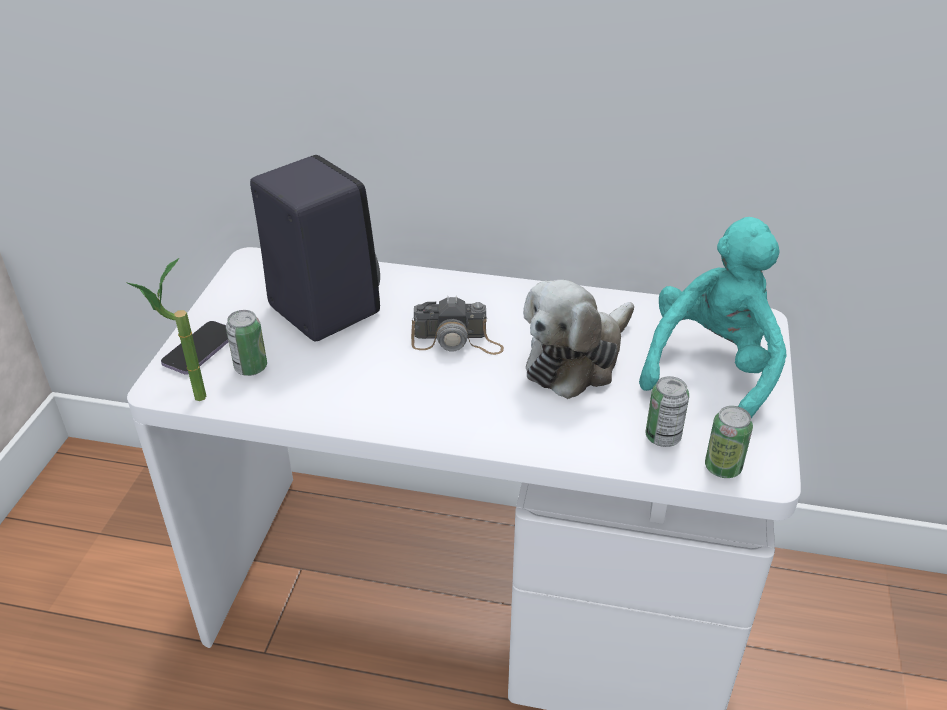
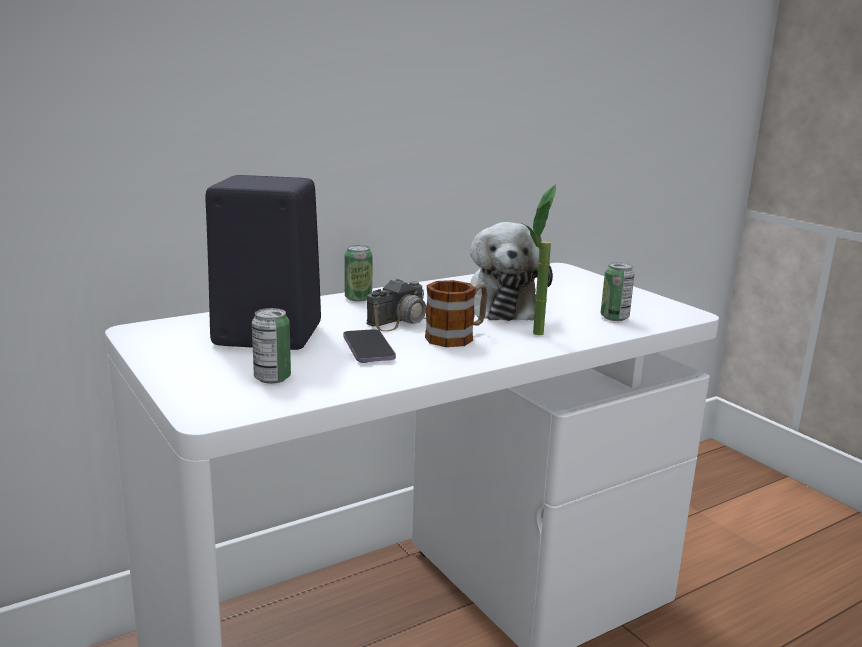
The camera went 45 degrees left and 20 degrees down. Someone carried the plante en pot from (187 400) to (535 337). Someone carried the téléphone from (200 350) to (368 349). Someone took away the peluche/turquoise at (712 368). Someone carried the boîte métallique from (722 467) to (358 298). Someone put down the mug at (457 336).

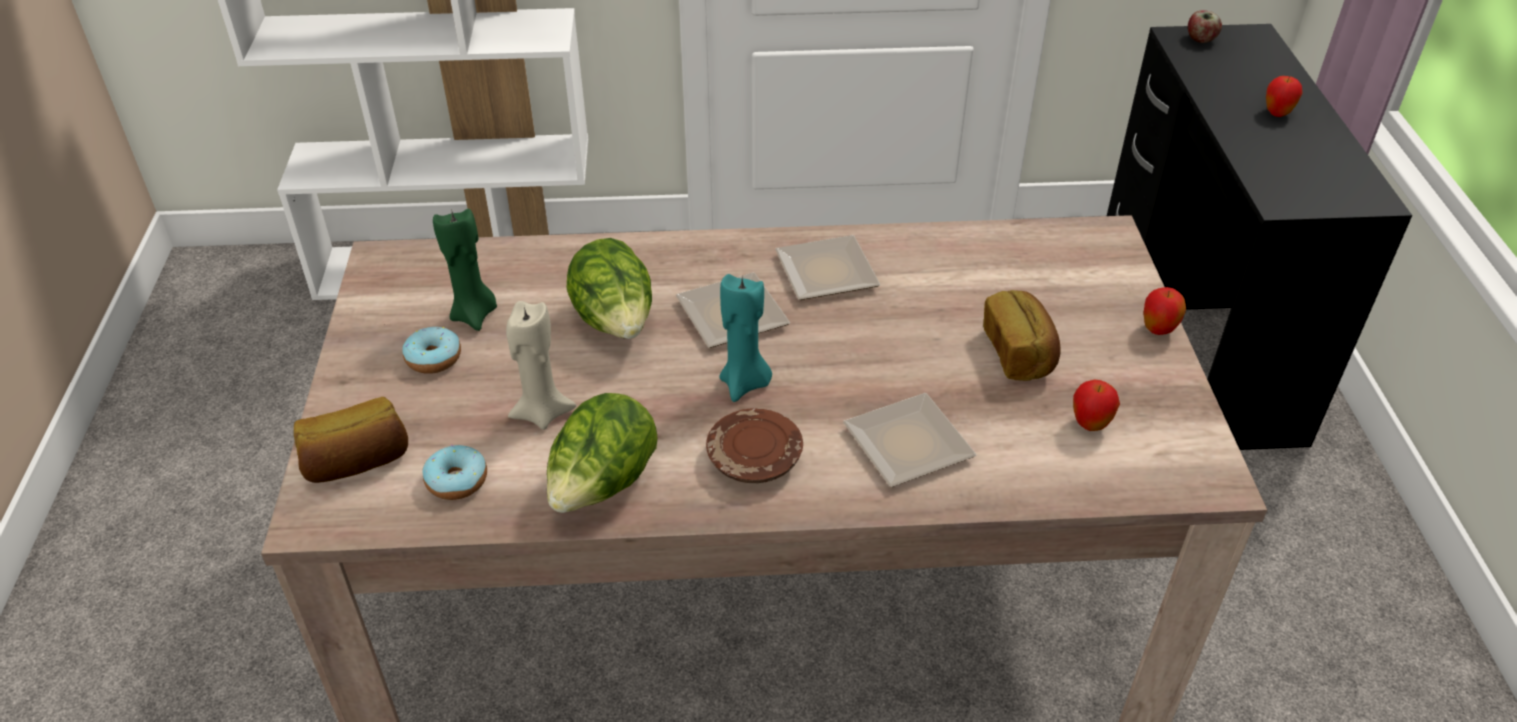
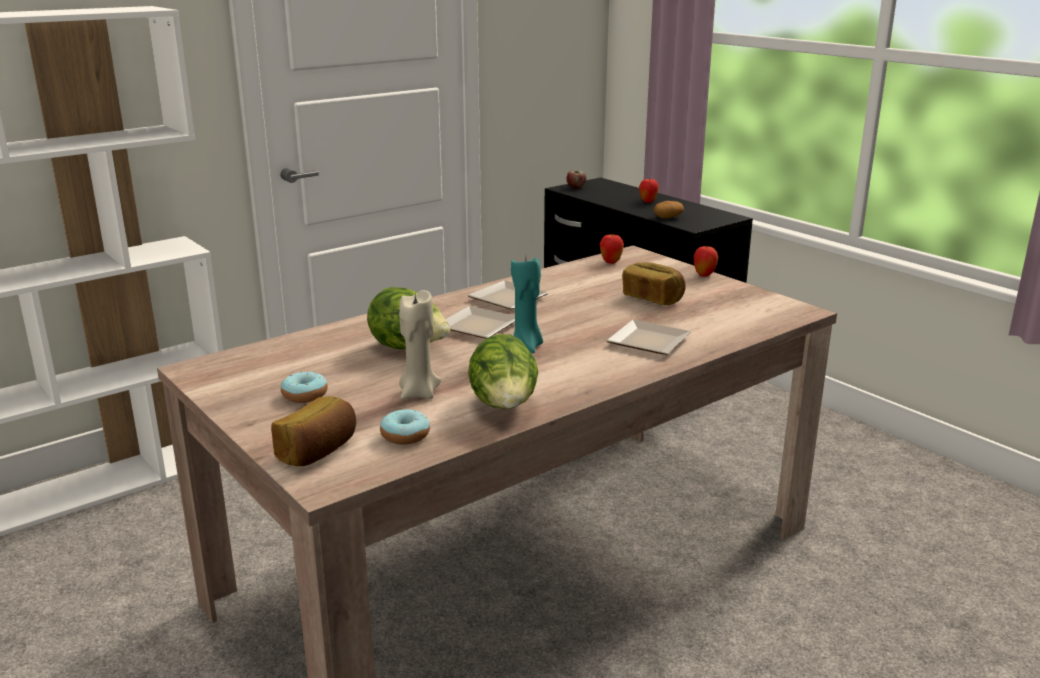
The camera went 35 degrees left and 20 degrees down. Someone took away the bougie/vert at (475 315). Someone took away the assiette/marron at (754 459). Someone carried the pomme from (1090 425) to (611 262). Someone put down the pomme de terre at (668 217).

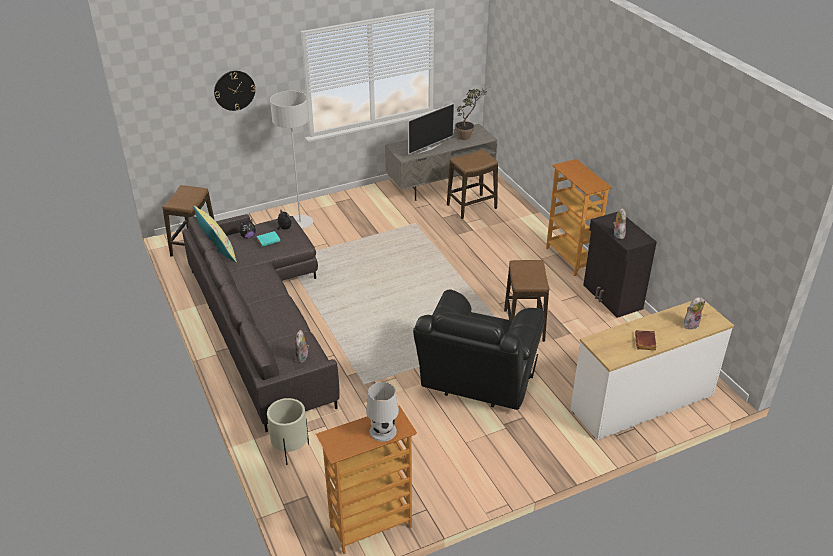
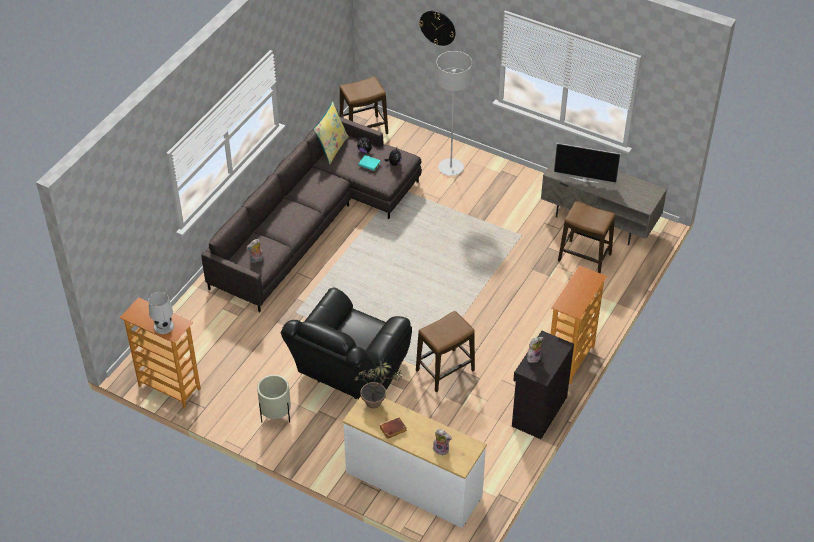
The camera went 55 degrees right and 10 degrees up. Someone carried the cache-pot/beige from (290 450) to (276 415). Someone rotated the fauteuil/noir at (476 384) by 45 degrees counterclockwise. Someone carried the plante en pot from (468 136) to (378 404).

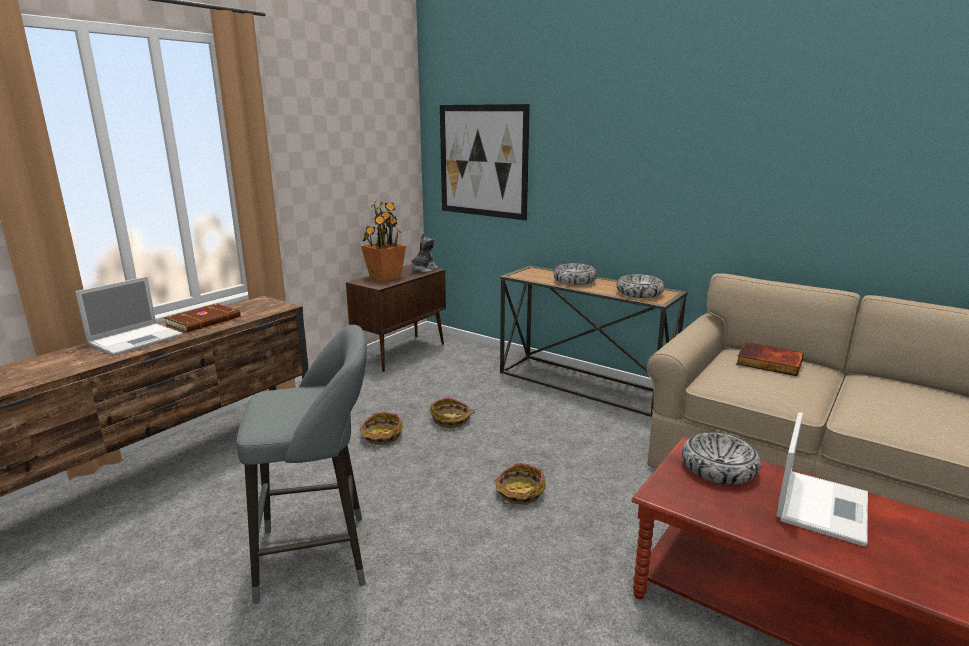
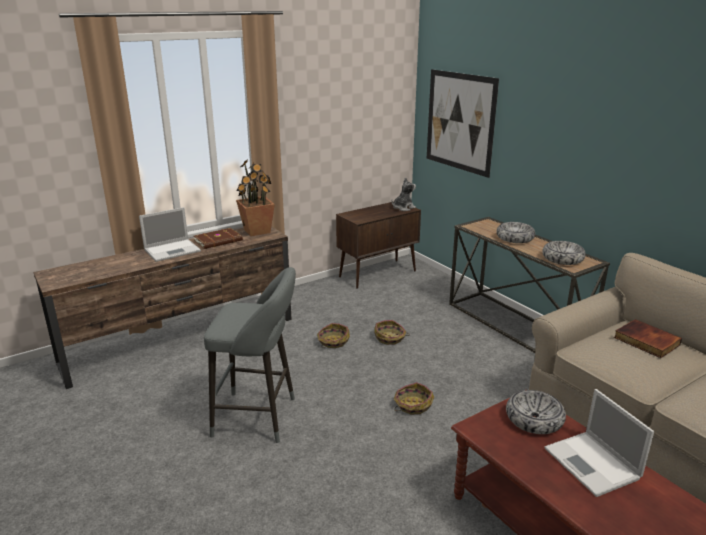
The camera went 20 degrees right and 5 degrees up. Someone carried the plante en pot from (385 277) to (257 231). Someone rotated the ordinateur portable at (821 505) by 105 degrees clockwise.

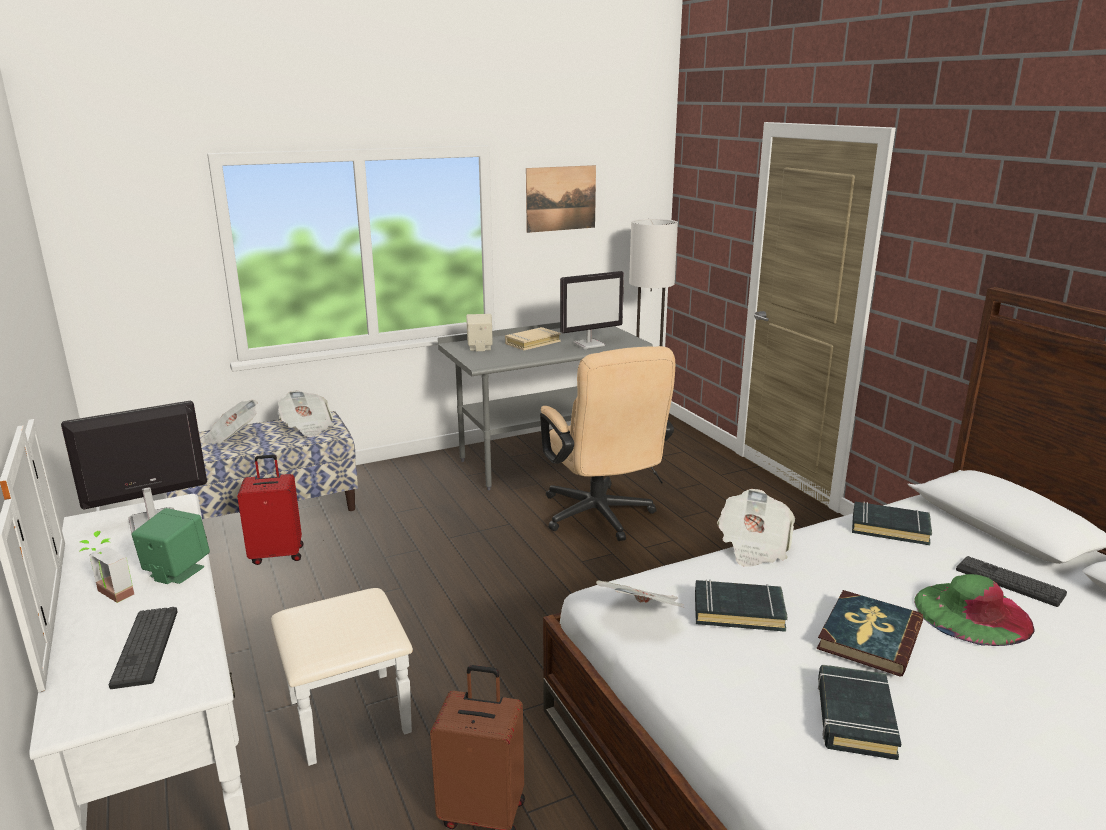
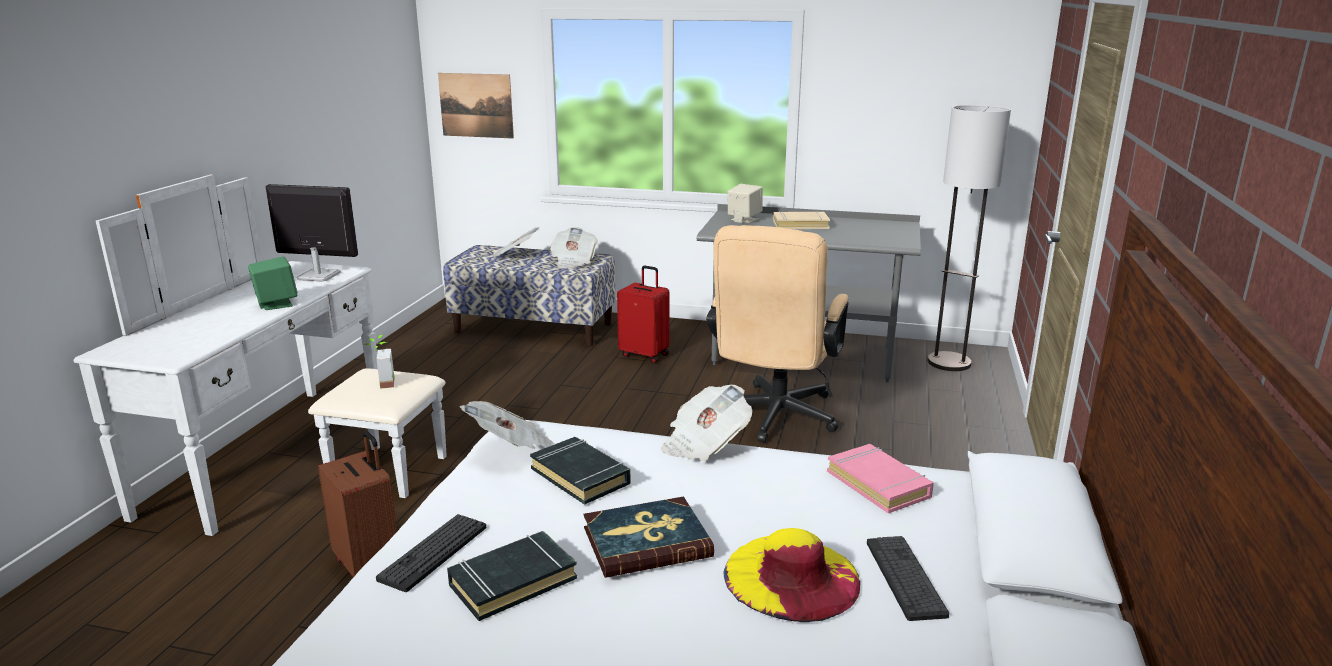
The camera went 40 degrees right and 0 degrees up. Someone carried the plante en pot from (108 596) to (381 383). Someone carried the clavier from (145 647) to (433 552). Someone carried the valise/rouge from (277 554) to (645 355). Someone carried the tableau from (561 198) to (476 105). Someone took away the écran d'ordinateur at (589 344). Someone repainted the livre/noir at (889 528), which became the livre/rose at (878 484). Someone repainted the chapeau/vert at (972 613), which became the chapeau/jaune at (791 576).

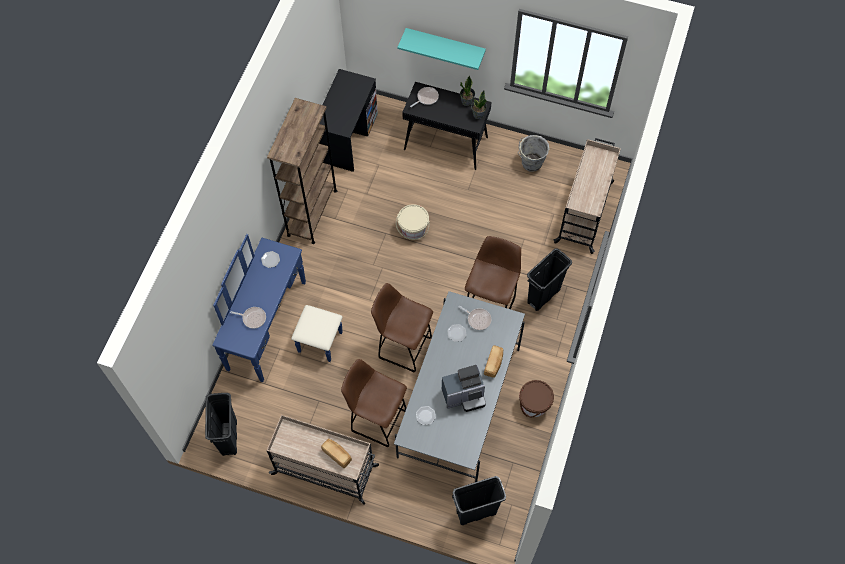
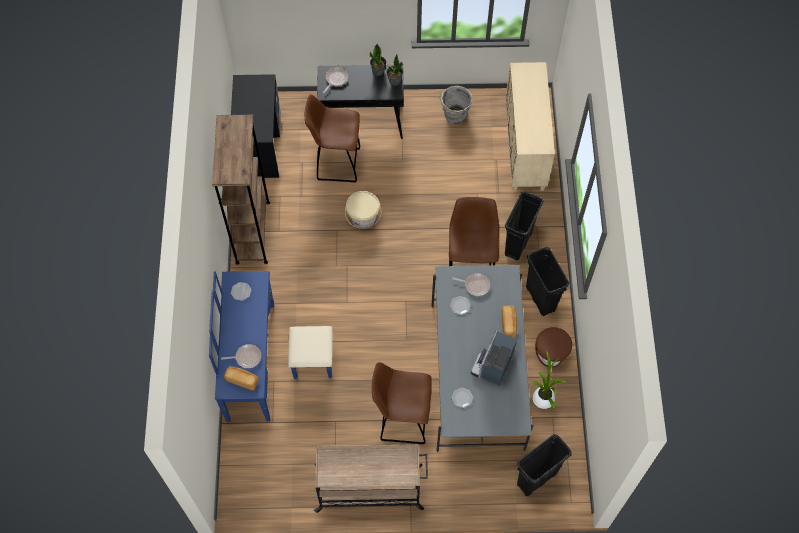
The camera went 20 degrees left and 0 degrees up. Someone carried the poubelle/noir from (229 437) to (540 298). Someone carried the pain from (337 454) to (242 380). Someone carried the tabouret/marron from (403 347) to (336 164). Someone took away the étagère/turquoise at (445 44). Someone rotated the machine à café at (464 396) by 150 degrees clockwise. Someone swapped the chariot/beige at (584 211) for the meuble de rangement/beige at (525 148). Someone put down the plante en pot at (543 397).

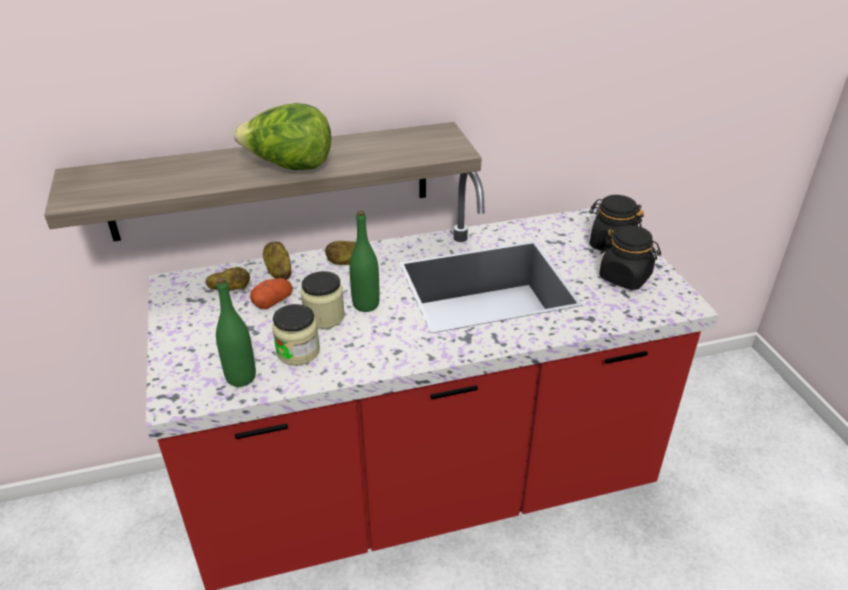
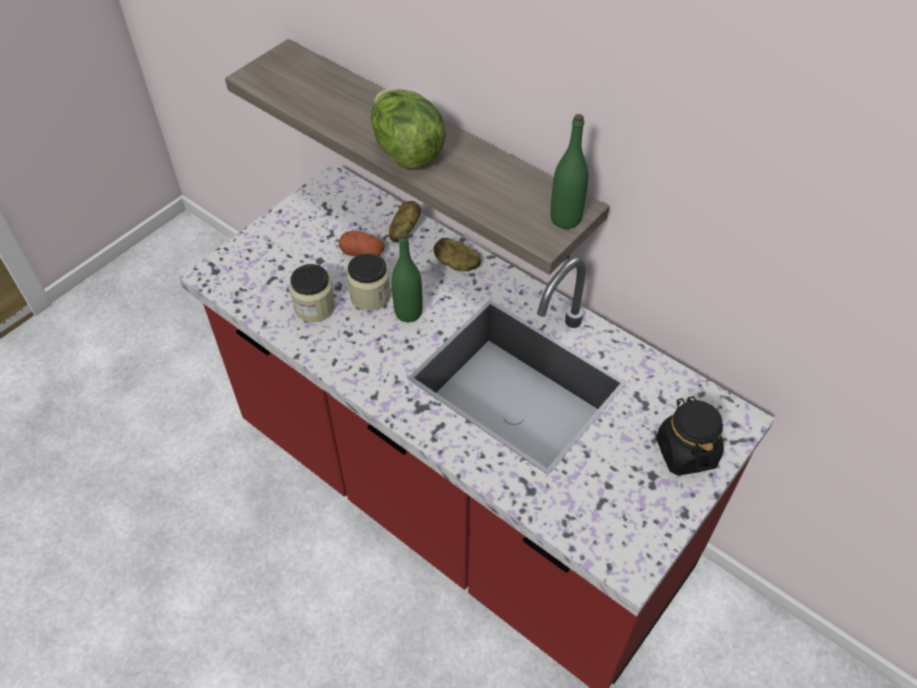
The camera went 55 degrees right and 15 degrees up. Someone took away the pomme de terre at (230 290). Someone carried the bouteille/vert from (241 377) to (565 219). Someone took away the bocal/noir at (625 277).

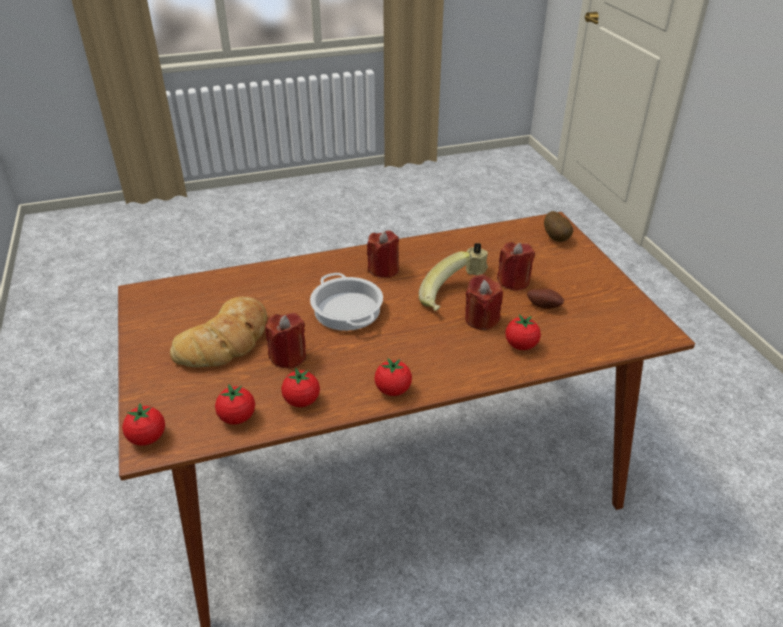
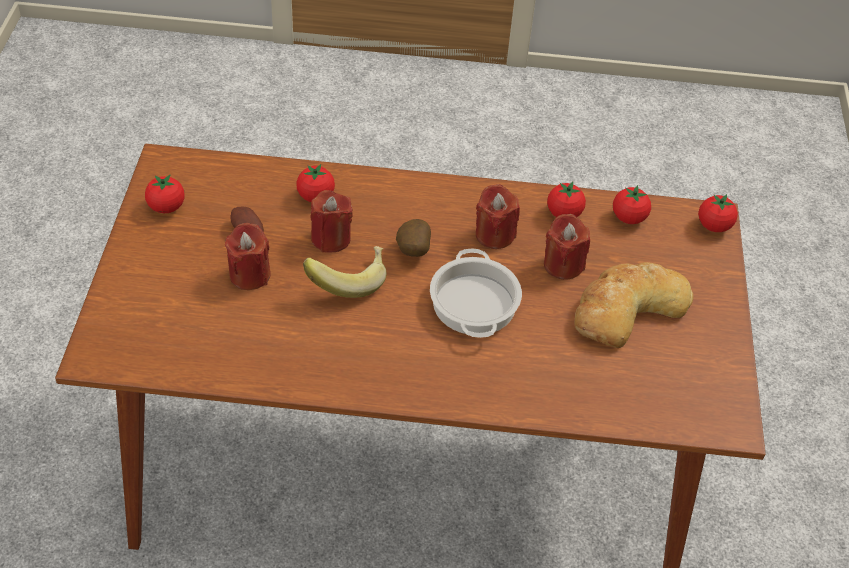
The camera went 160 degrees left and 10 degrees up. Someone carried the bougie/rouge from (383 270) to (494 235). Someone carried the tomate from (393 390) to (166 207). Someone took away the bougie/beige at (476 269). Someone carried the pomme de terre from (557 238) to (412 251).

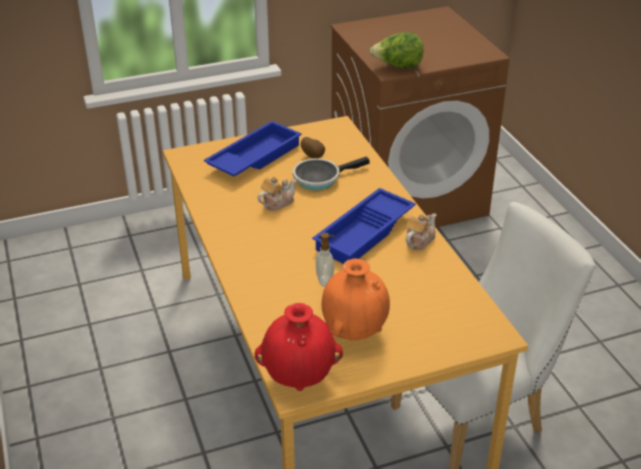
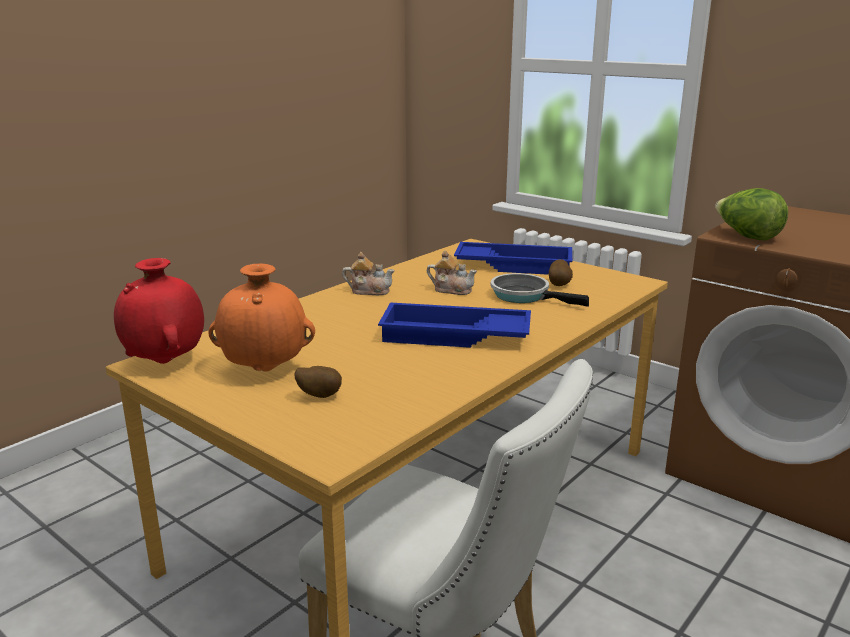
The camera went 60 degrees right and 15 degrees down. Someone took away the distributeur de savon at (325 280). Someone carried the théière from (419 240) to (369 291). Someone put down the pomme de terre at (319 396).

